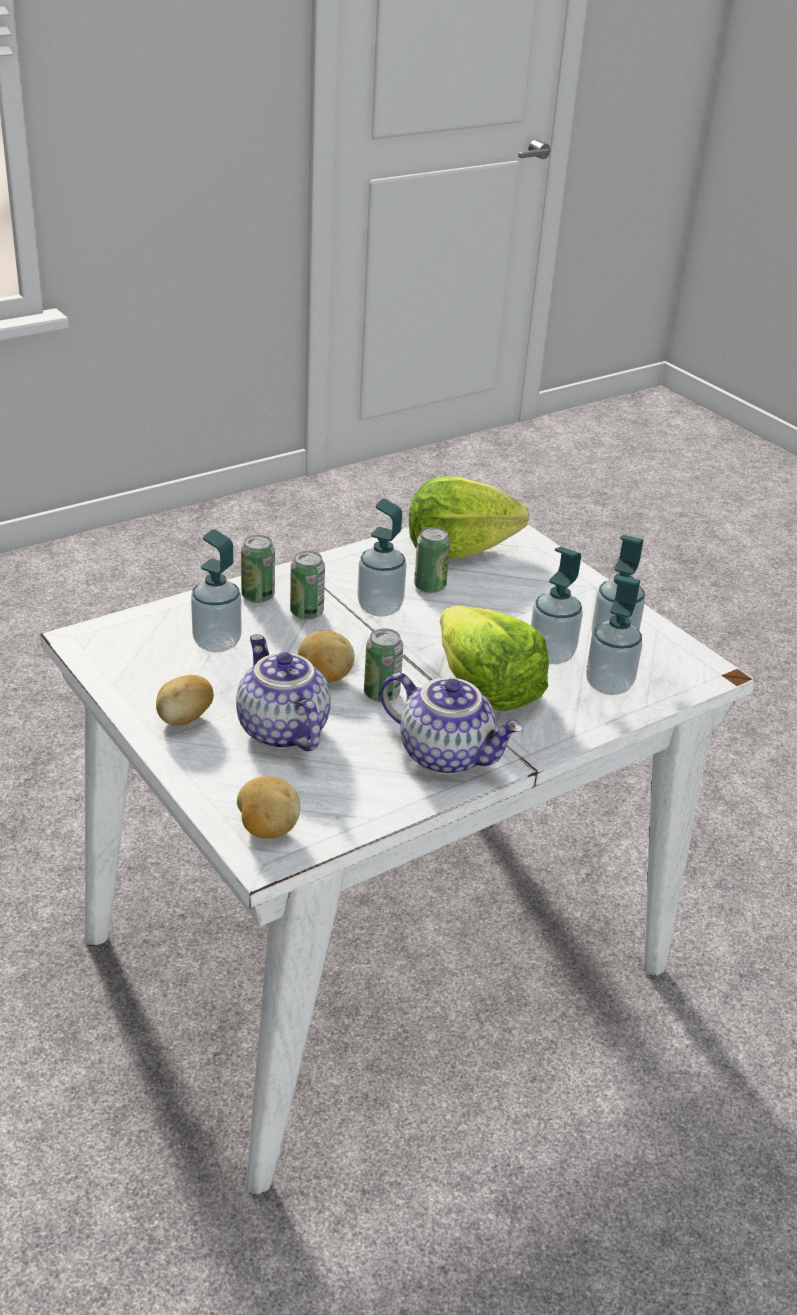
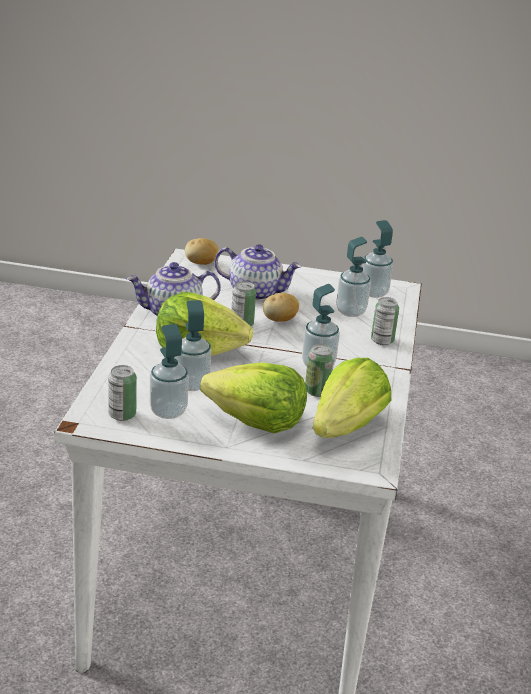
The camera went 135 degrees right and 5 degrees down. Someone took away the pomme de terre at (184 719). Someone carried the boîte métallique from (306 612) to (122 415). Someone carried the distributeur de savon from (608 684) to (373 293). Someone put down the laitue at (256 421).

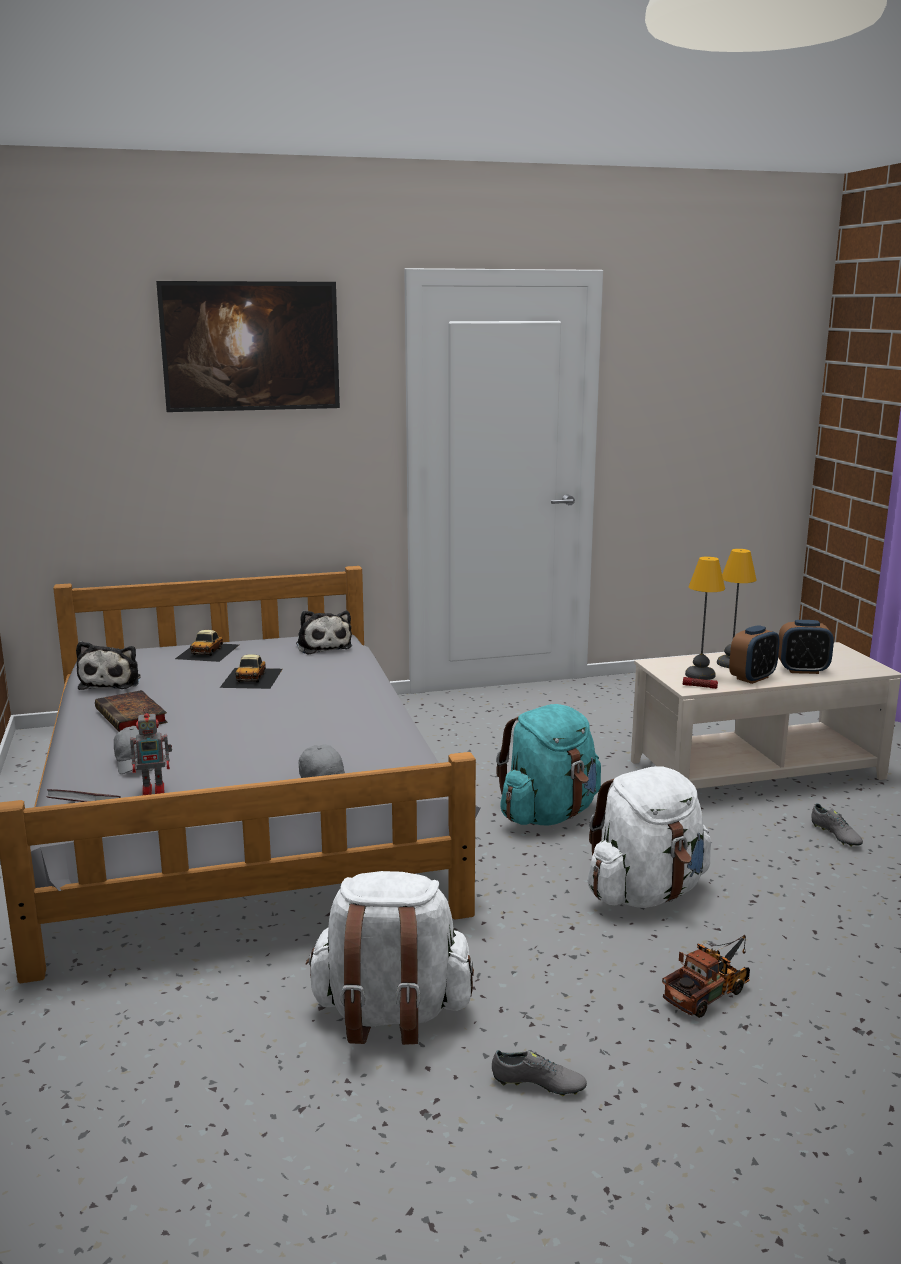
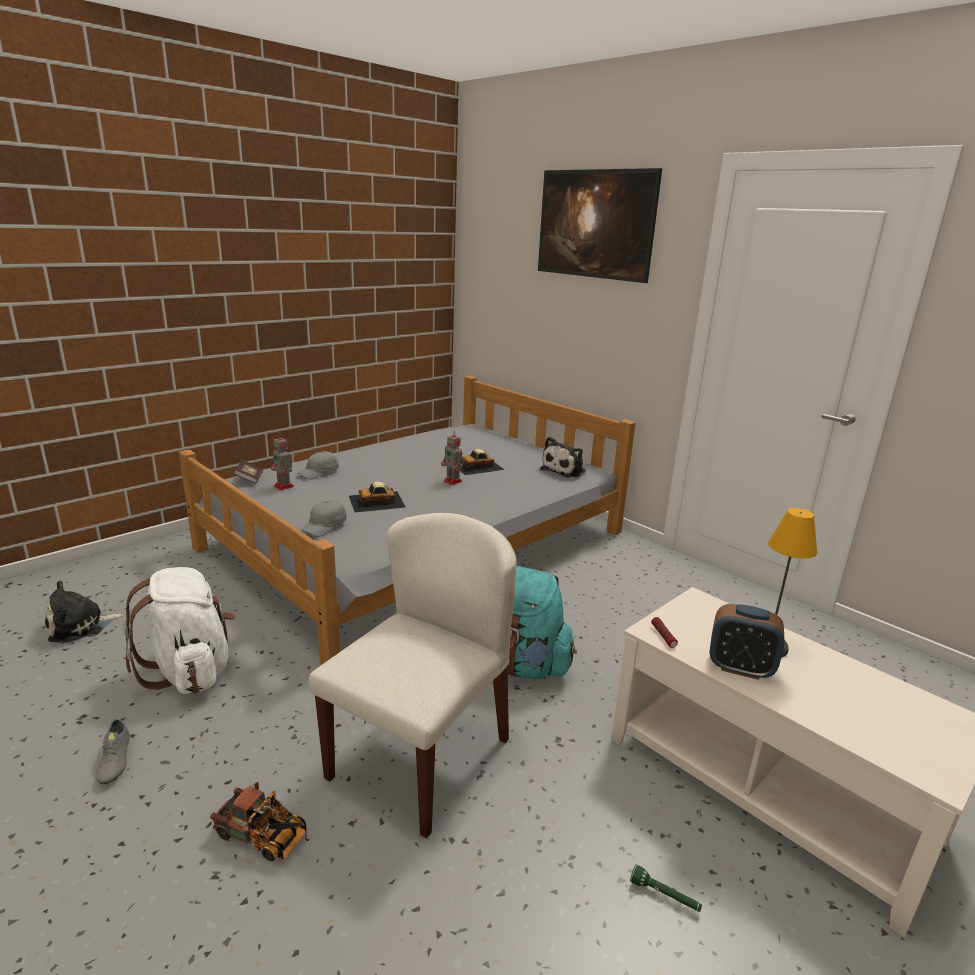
The camera went 60 degrees right and 5 degrees up. Someone carried the peluche from (112 682) to (81 626). Someone took away the livre at (132 717). Someone carried the petite voiture from (208 651) to (377 501). Someone swapped the sac à dos/blanc at (646 893) for the chaise/beige at (420 756). Someone took away the lampe de table at (699 674). Someone took away the réveil at (802 670). Someone swapped the chaussure/gris at (835 836) for the lampe de poche/vert at (665 896). Someone put down the robot jouet at (453 481).

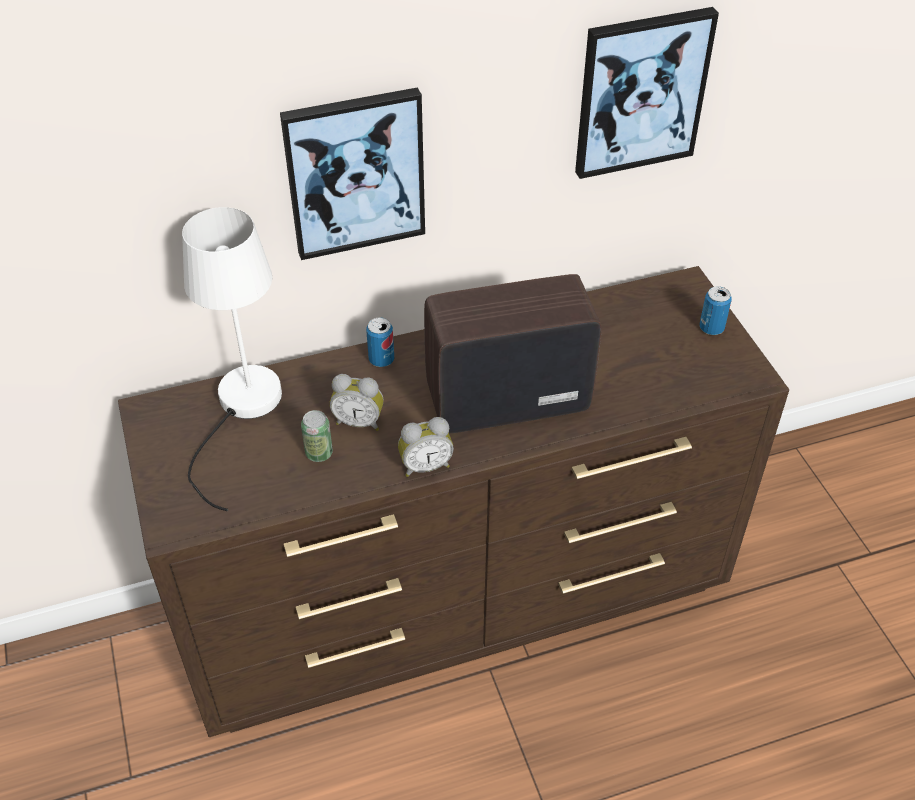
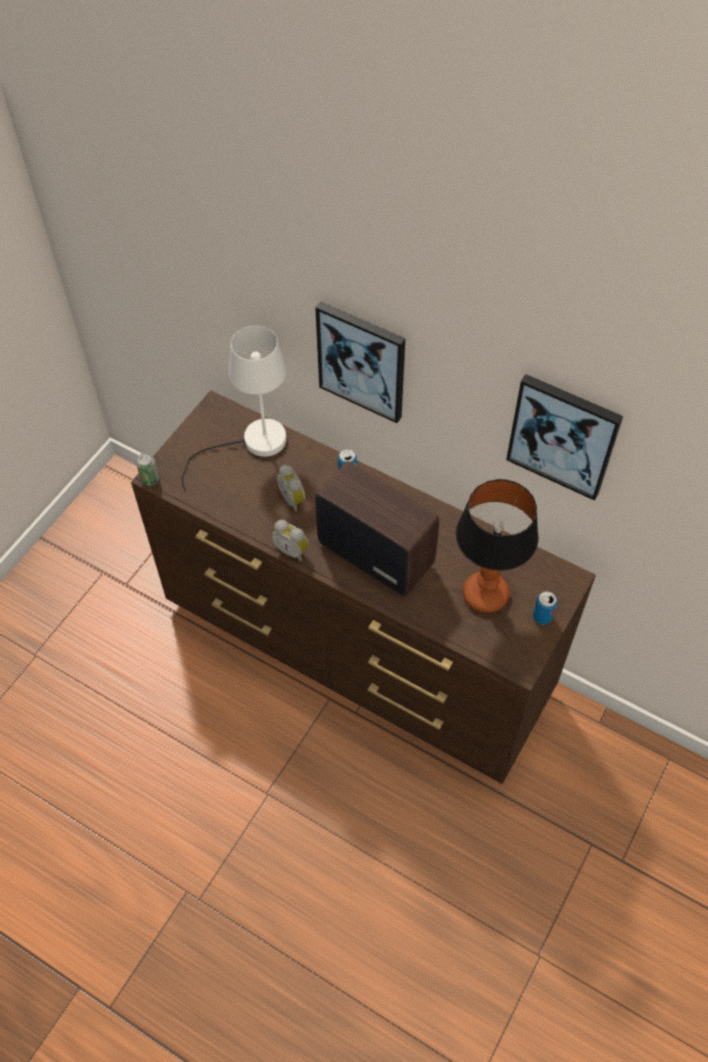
The camera went 50 degrees right and 10 degrees up. Someone carried the boîte métallique from (319 453) to (150 479). Someone put down the lampe de table at (486 594).

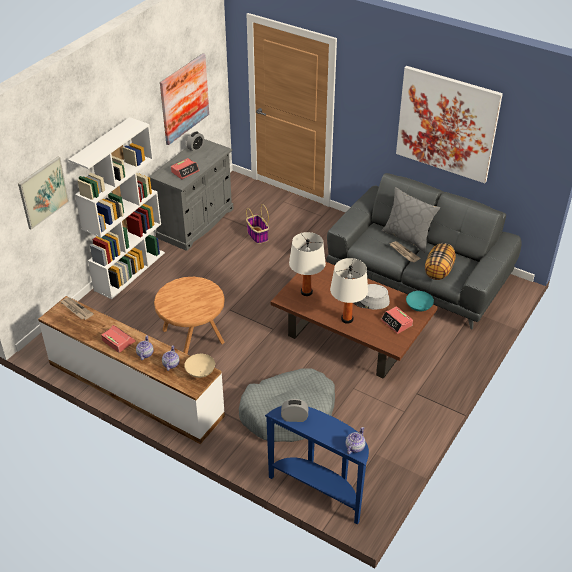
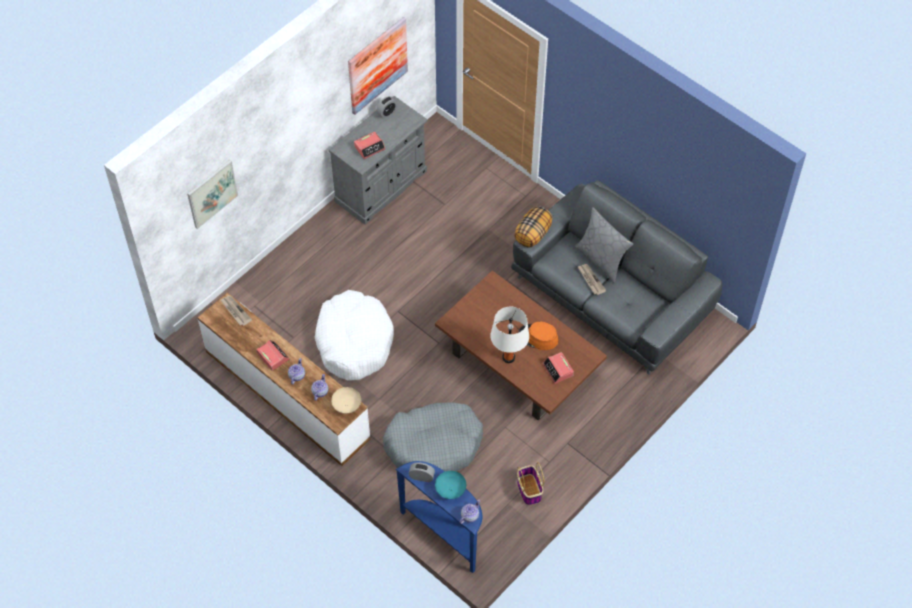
The camera went 10 degrees right and 15 degrees up. Someone took away the bibliothèque/blanc at (129 271). Someone swapped the table d'appoint/marron at (193 338) for the panier pour chien/blanc at (354 341). Someone carried the panier from (257 235) to (529 489). Someone took away the lampe de table/blanc at (306 292). Someone repainted the chapeau/gris at (370 300), which became the chapeau/orange at (538 337). Someone took away the tableau at (447 124). Someone carried the bol/turquoise from (418 307) to (450 490). Someone carried the coussin from (439 271) to (533 234).

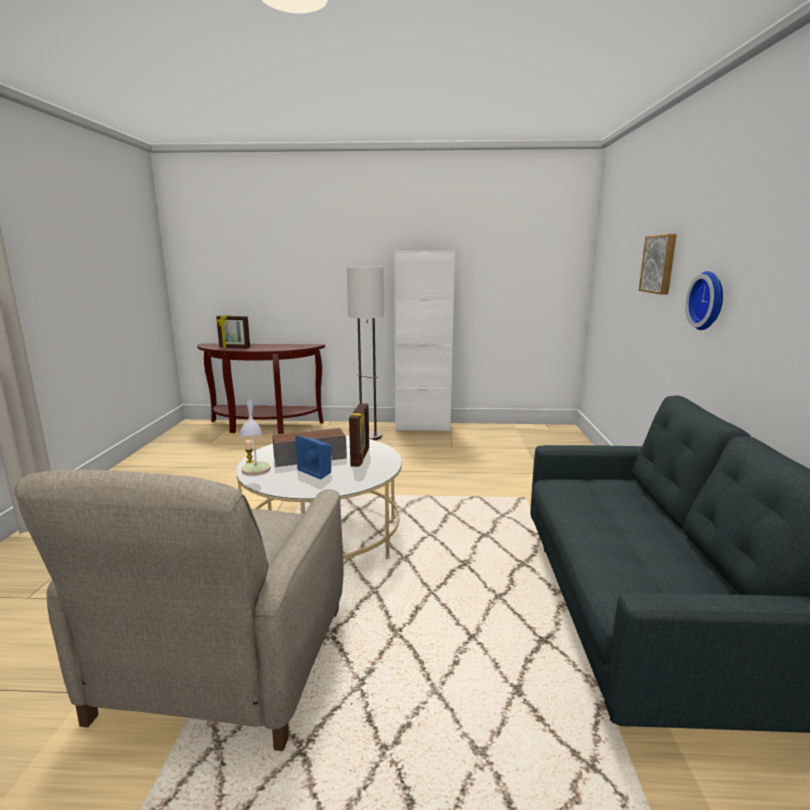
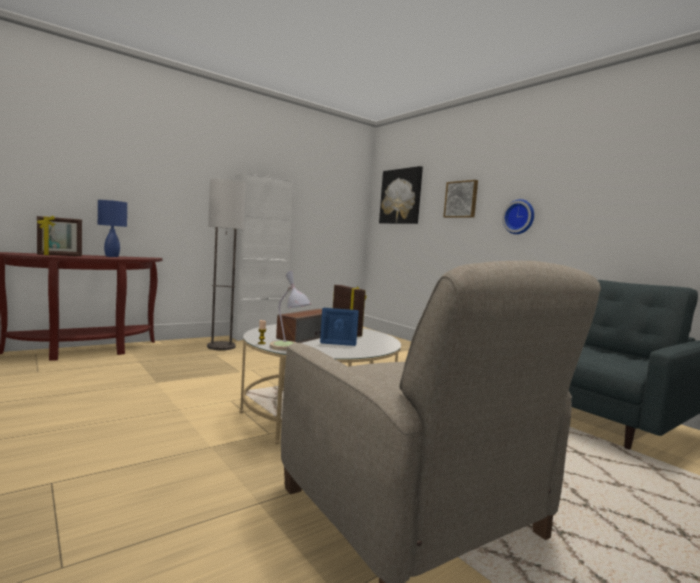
The camera went 40 degrees left and 10 degrees down. Someone put down the lampe de table/bleu at (112 256). Someone put up the tableau at (401 196).

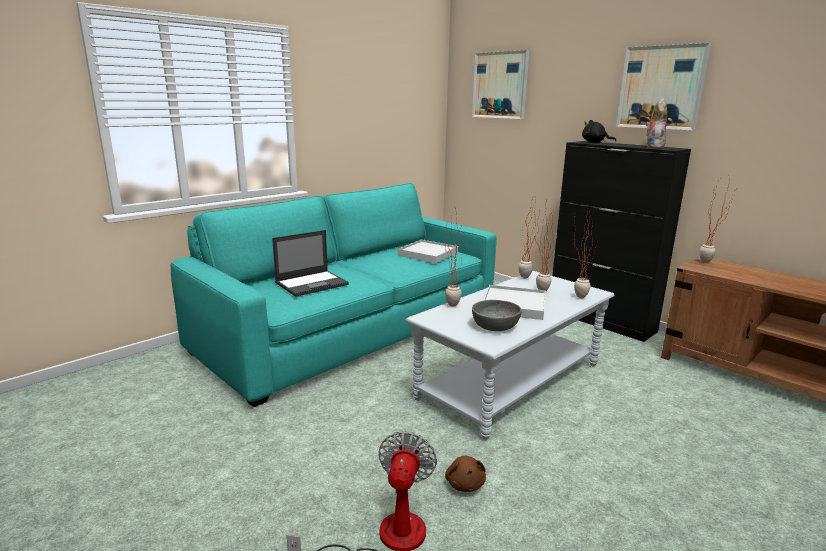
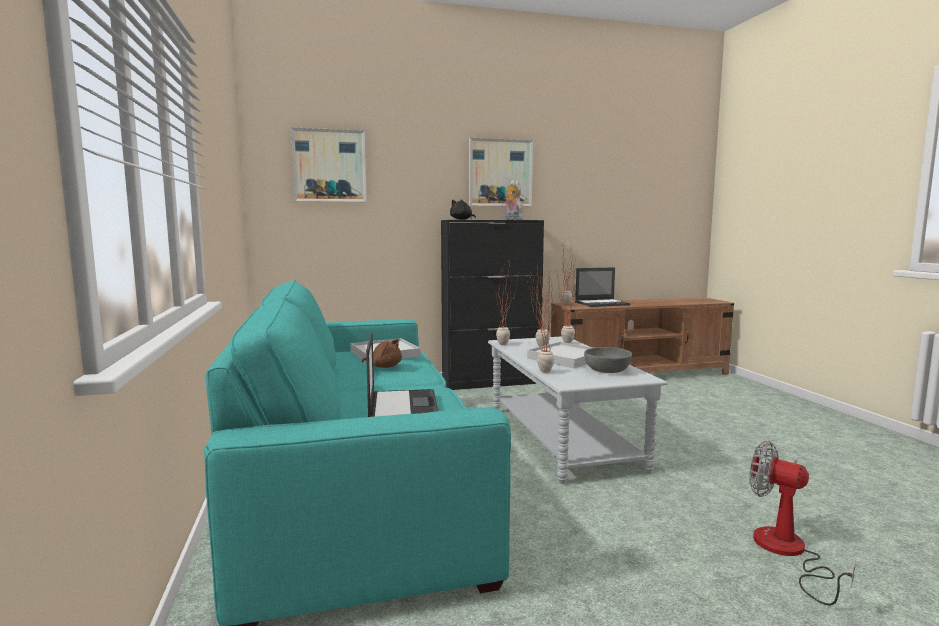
The camera went 60 degrees left and 10 degrees down. Someone carried the peluche/marron from (465 483) to (384 366). Someone put down the ordinateur portable at (602 303).

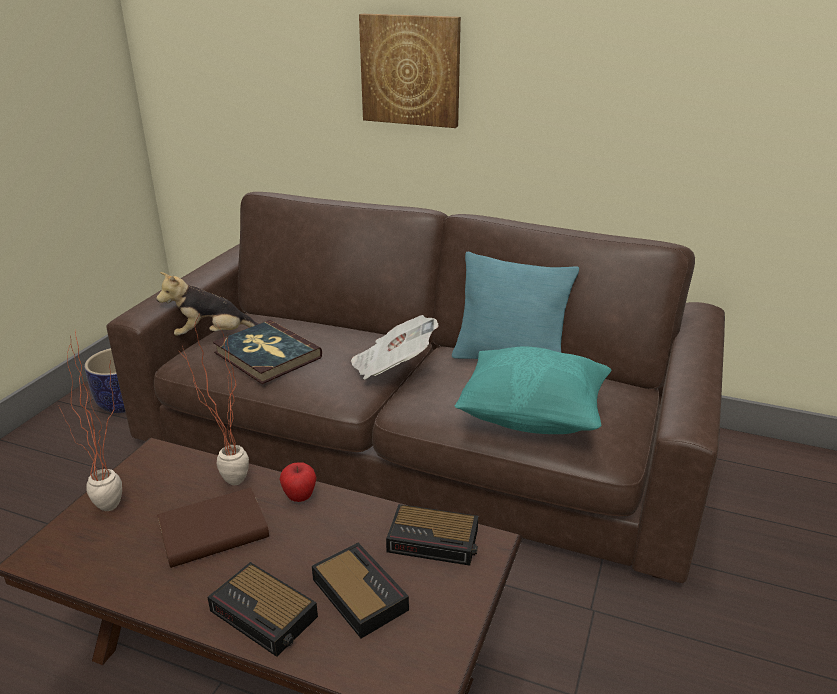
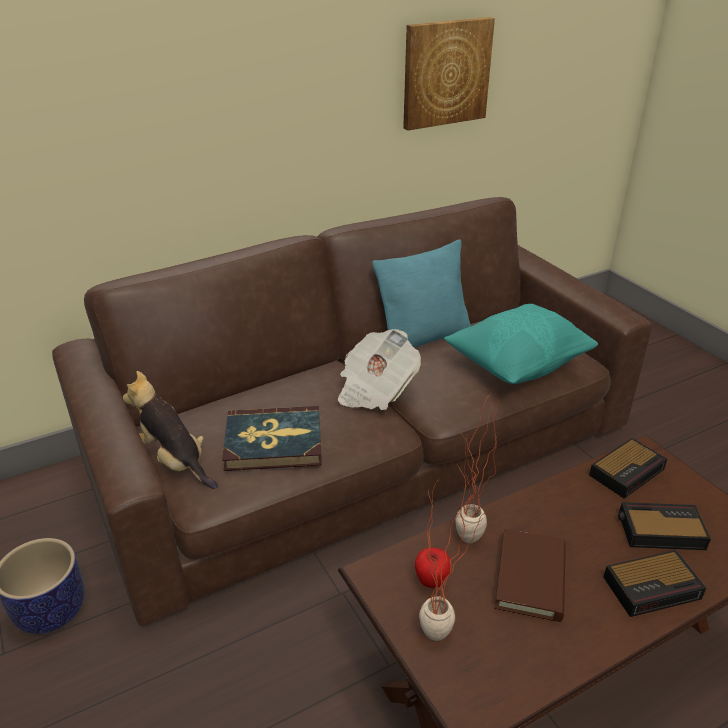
The camera went 50 degrees left and 5 degrees up. Someone rotated the peluche at (213 336) by 105 degrees clockwise. Someone carried the pomme from (300 497) to (431 581). Someone carried the tableau from (411 70) to (445 73).

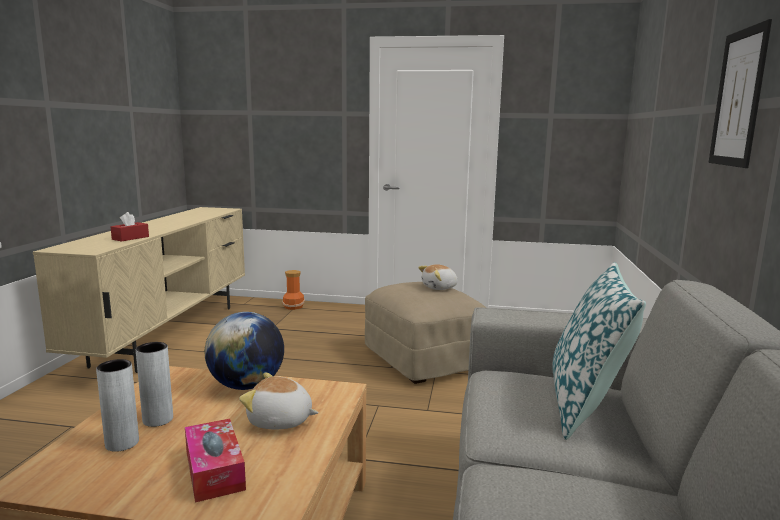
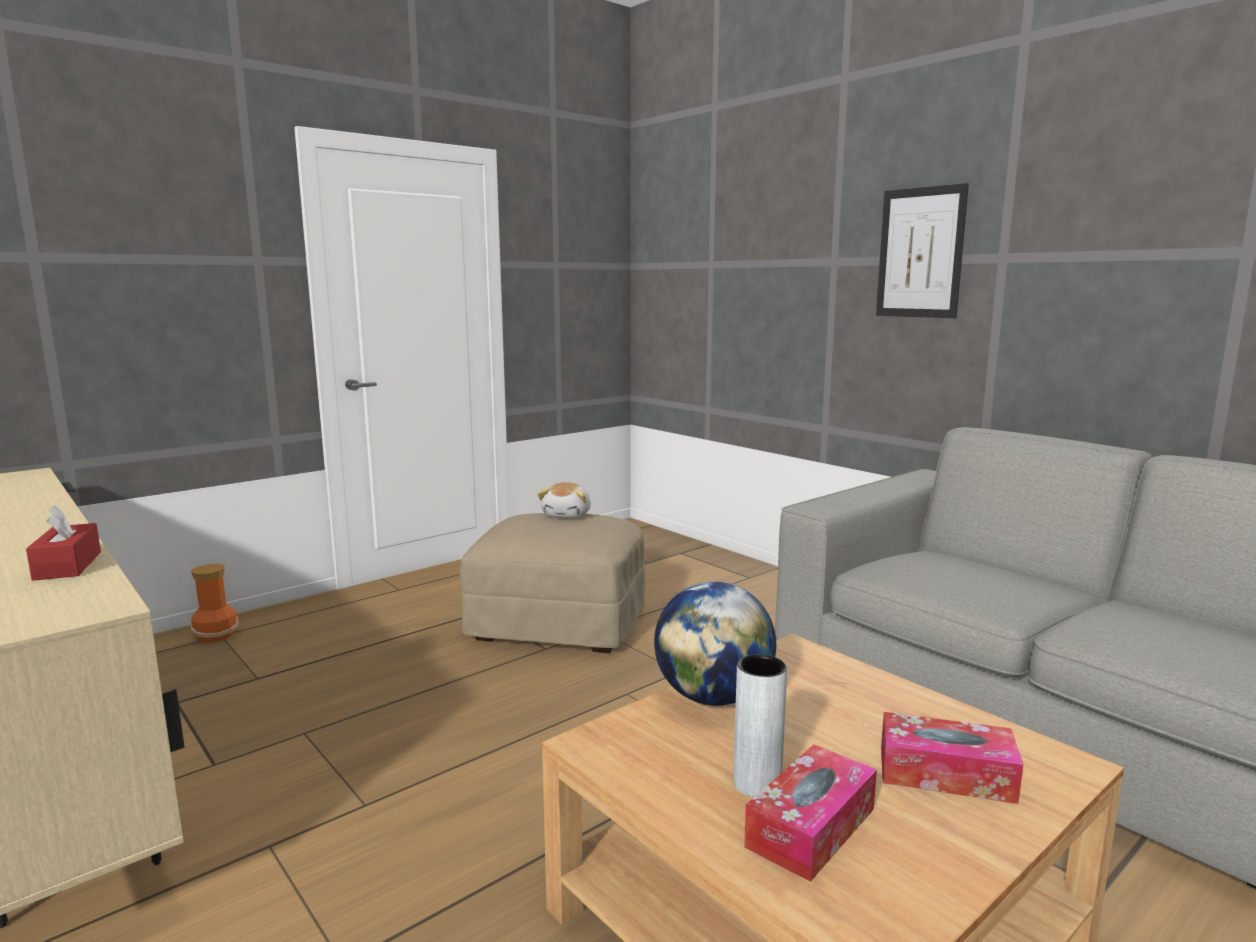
The camera went 50 degrees left and 0 degrees up. Someone swapped the vase/gris at (122 443) for the boîte à mouchoirs at (811 827). Someone took away the peluche at (280 421). Someone took away the coussin at (585 405).

